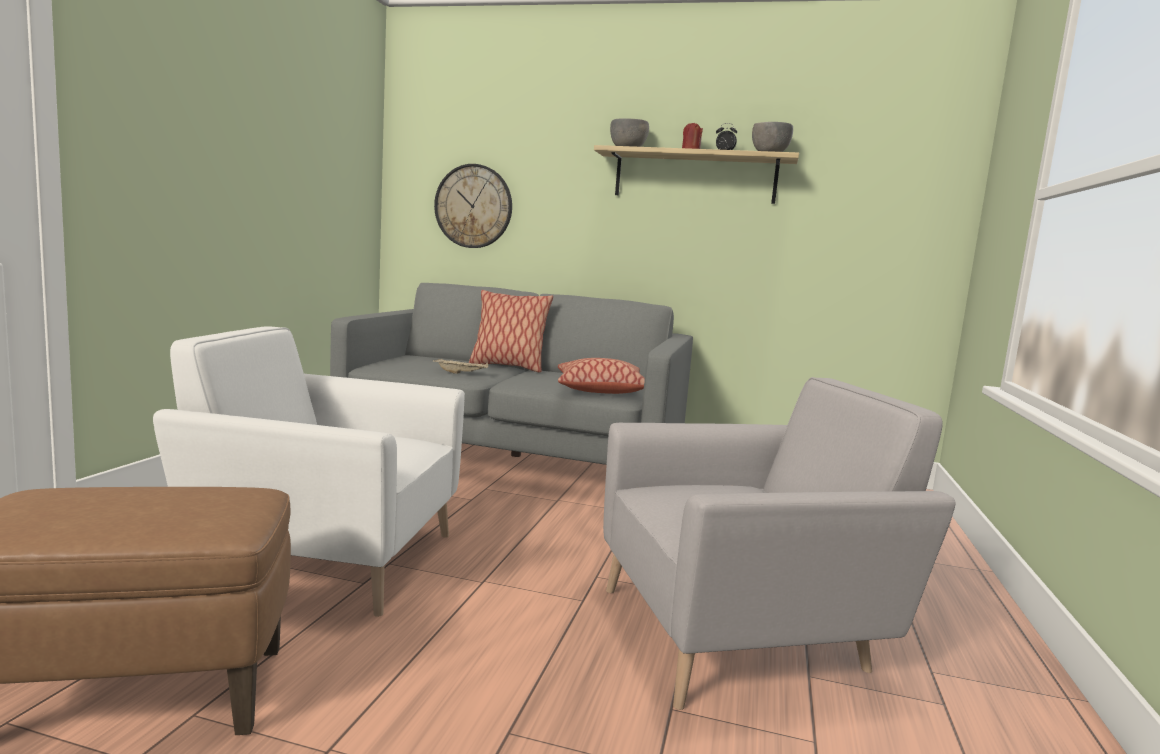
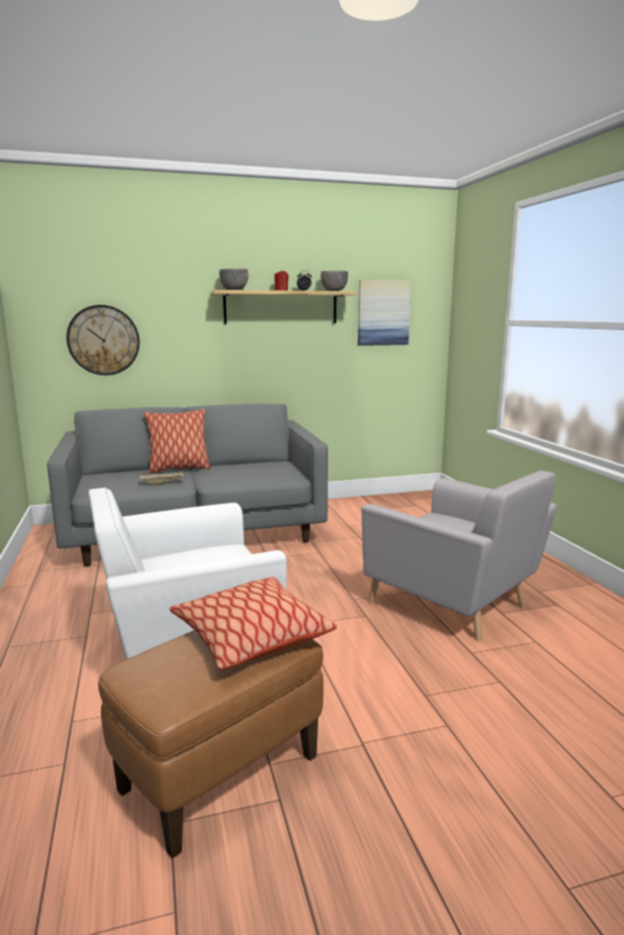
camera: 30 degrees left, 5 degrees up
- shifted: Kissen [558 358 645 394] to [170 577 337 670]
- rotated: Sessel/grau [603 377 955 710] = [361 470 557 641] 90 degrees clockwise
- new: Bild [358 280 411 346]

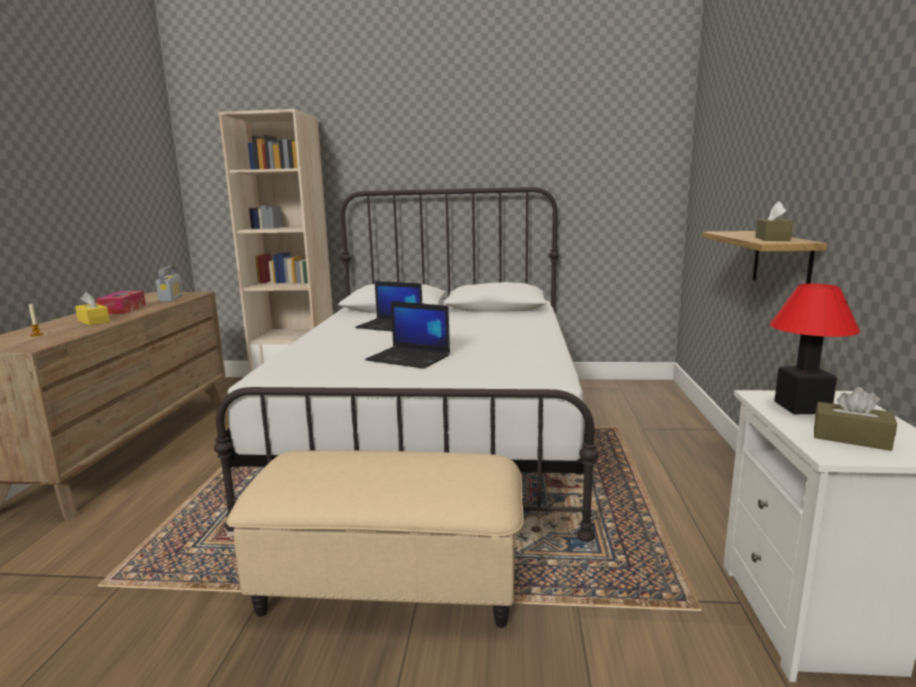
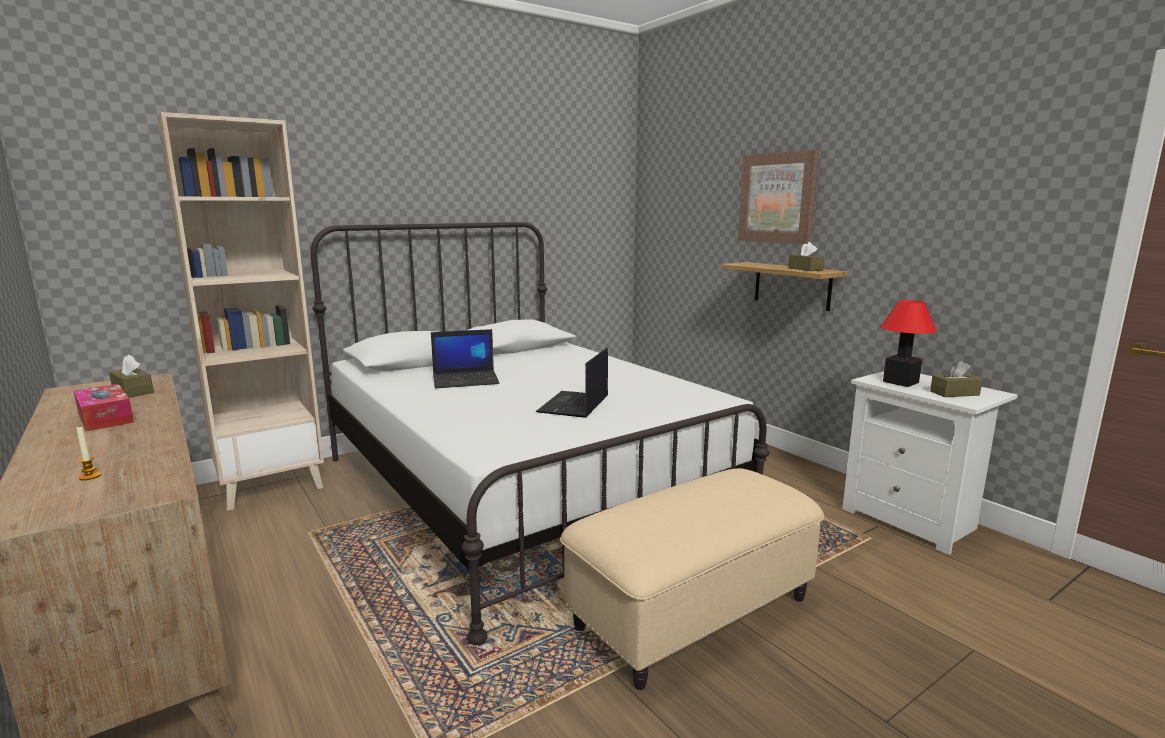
camera: 40 degrees left, 0 degrees up
- gone: Taschentuchbox/gelb [75 292 110 325]
- swapped: Radio [156 266 183 302] to Taschentuchbox/braun [109 354 154 398]
- rotated: Laptop [365 301 450 369] = [536 348 608 418] 120 degrees clockwise
- new: Bild [738 150 819 244]

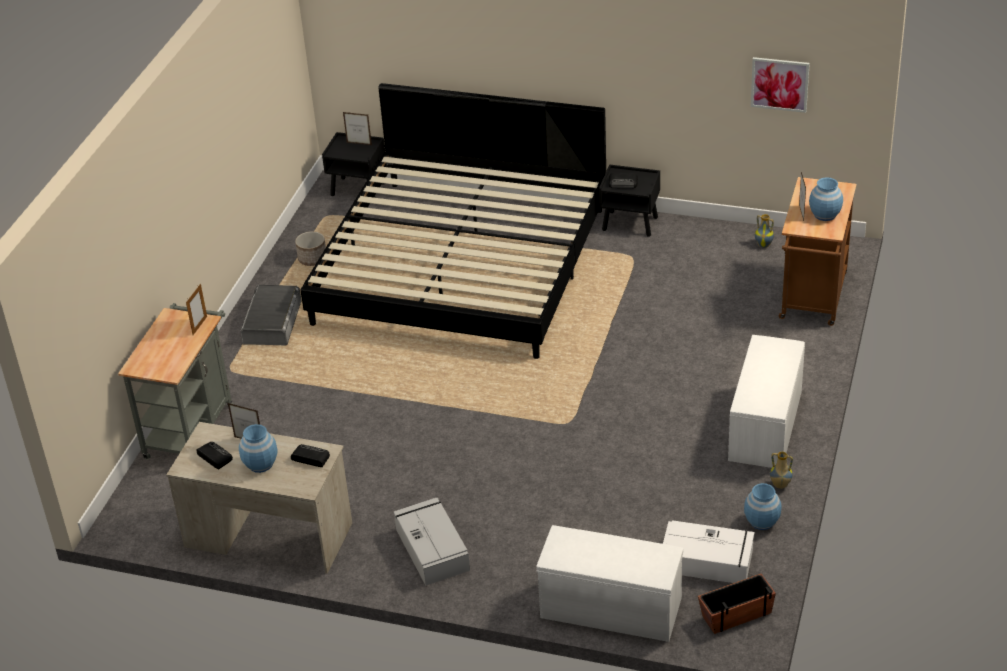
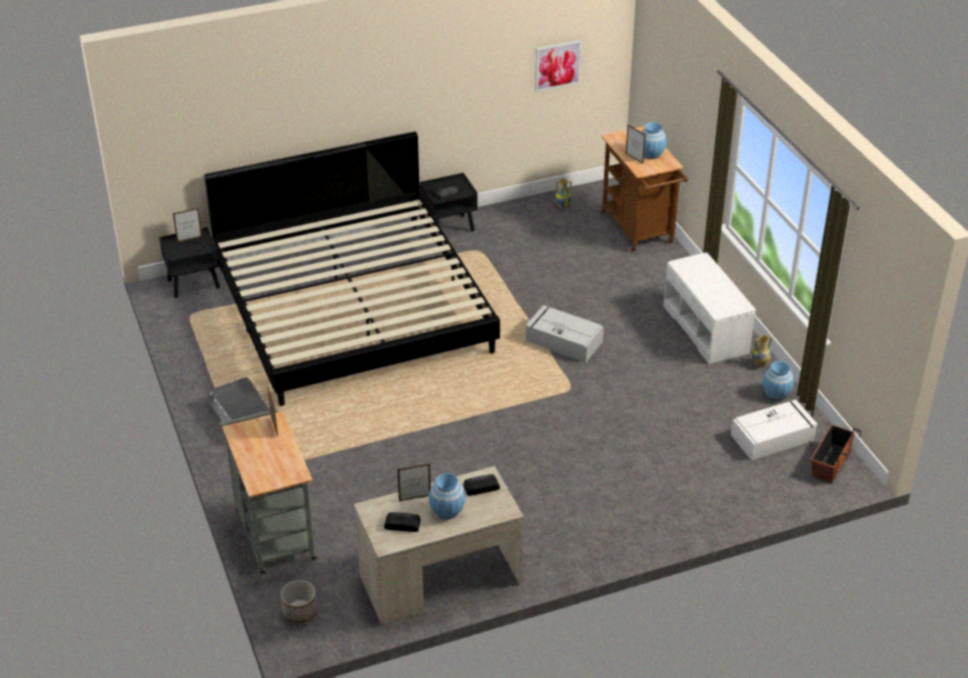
camera: 40 degrees left, 0 degrees up
- shifted: Pflanzkübel [295 231 326 266] to [281 580 317 623]
- shifted: Aufbewahrungsbox/grau [394 497 470 585] to [526 305 604 363]
- gone: Bank/weiß [536 525 683 642]

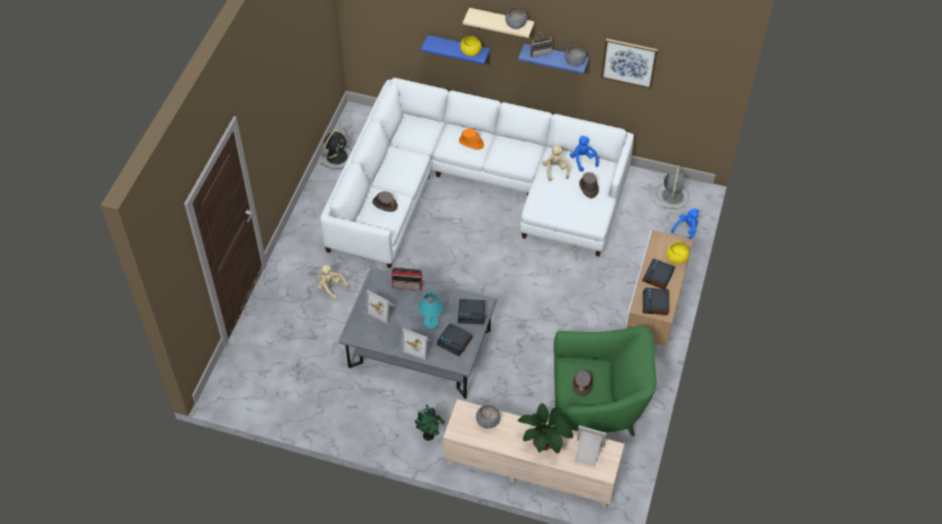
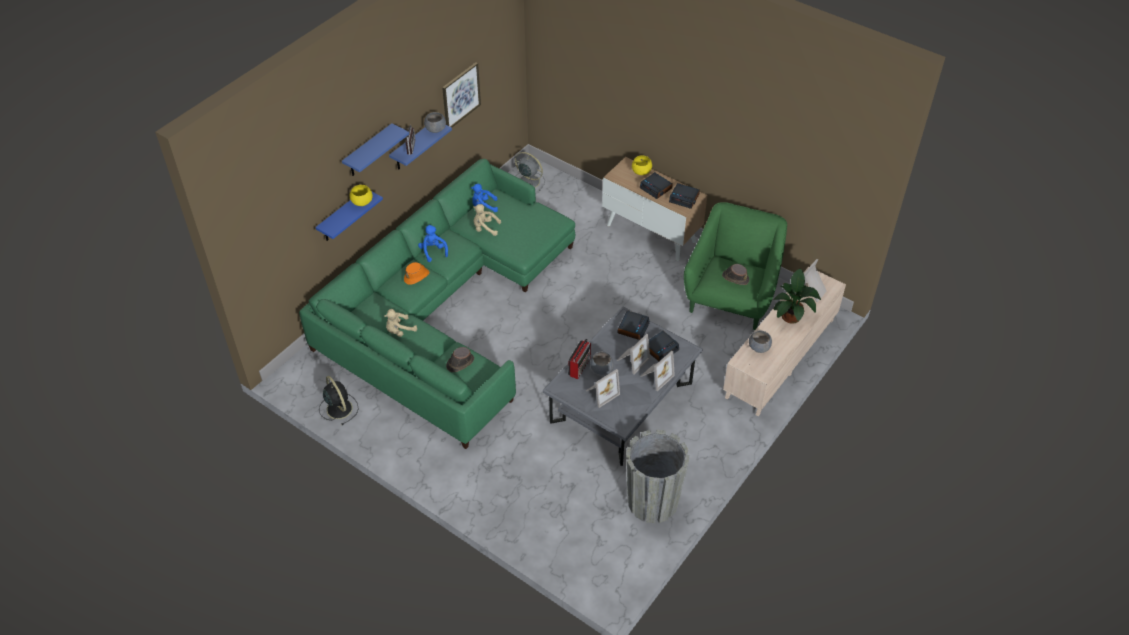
camera: 70 degrees left, 5 degrees down
- shifted: Plüschtier/beige [317 265 348 300] to [384 309 417 337]
- repainted: Sofa/weiß [320 78 634 268] to Sofa/grün [299 159 575 449]
- gone: Topfpflanze [415 405 445 441]
- swapped: Tischlampe/türkis [419 293 443 329] to Bilderrahmen [616 334 650 374]
- repainted: Wandregal/beige [463 8 534 38] to Wandregal/blau [342 123 409 176]
- shifted: Schüssel/grau [505 7 527 29] to [590 351 614 375]
- gone: Hut/braun [579 172 599 198]
- shifted: Plüschtier/blau [671 209 700 239] to [418 225 448 262]
- new: Pflanzkübel/grau [626 429 689 523]

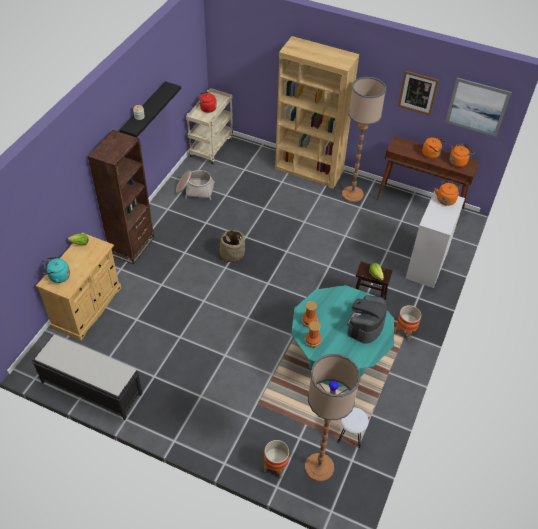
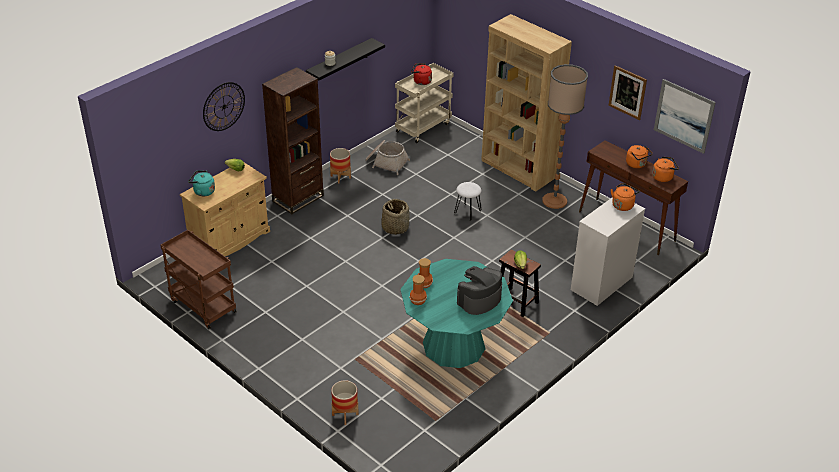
camera: 20 degrees right, 10 degrees down
- swapped: Bank/schwarz [32 335 142 420] to Rollwagen/braun [161 230 237 329]
- gone: Stehlampe [305 354 361 481]
- shifted: Hocker/weiß [338 407 369 448] to [454 182 481 221]
- shifted: Pflanzkübel [395 305 421 341] to [330 148 351 183]
- new: Wanduhr [203 82 245 131]

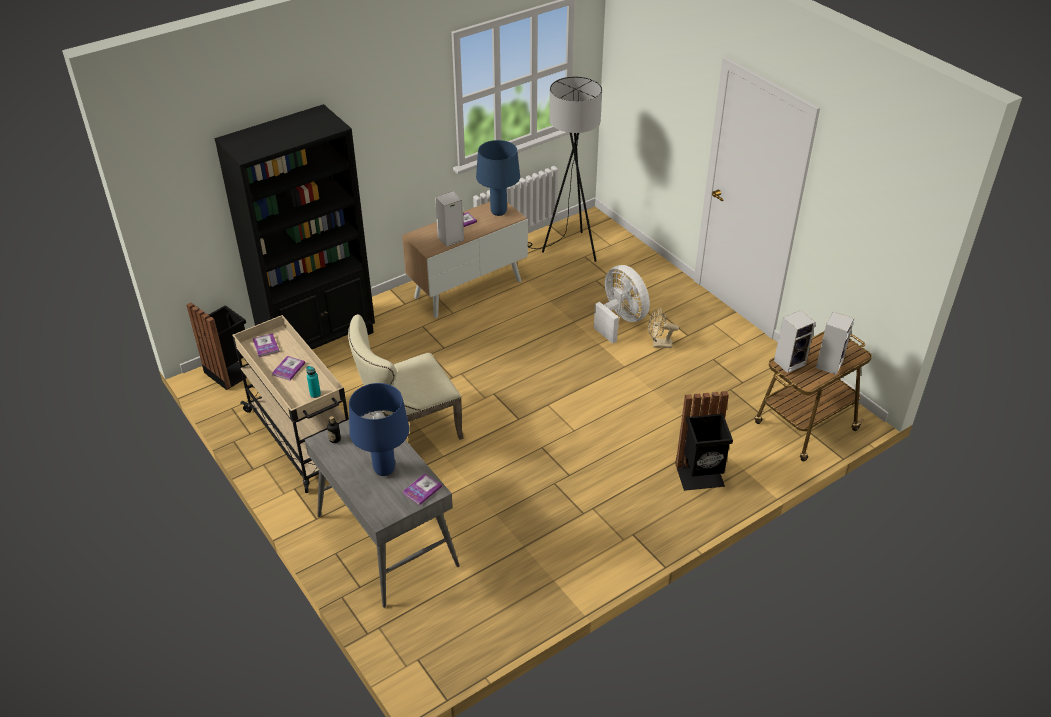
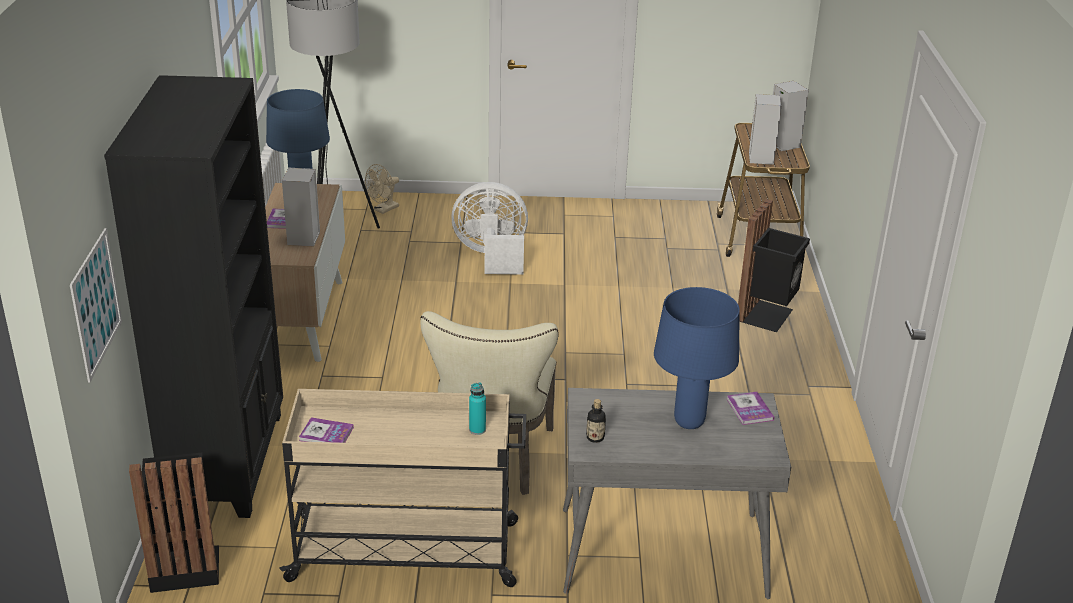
camera: 55 degrees left, 10 degrees down
- gone: Buch [272 356 305 381]
- shifted: Ventilator/beige [648 308 679 348] to [365 164 399 214]
- new: Bild [70 228 122 383]

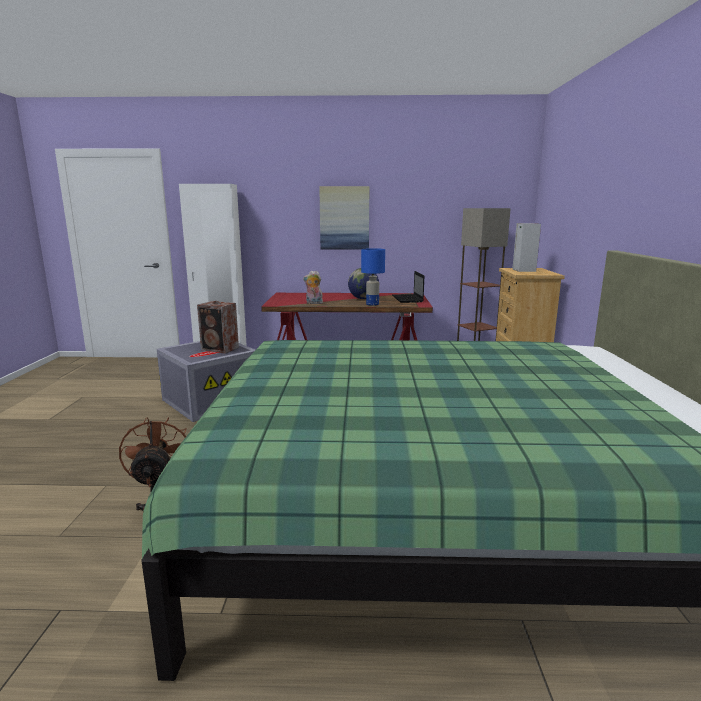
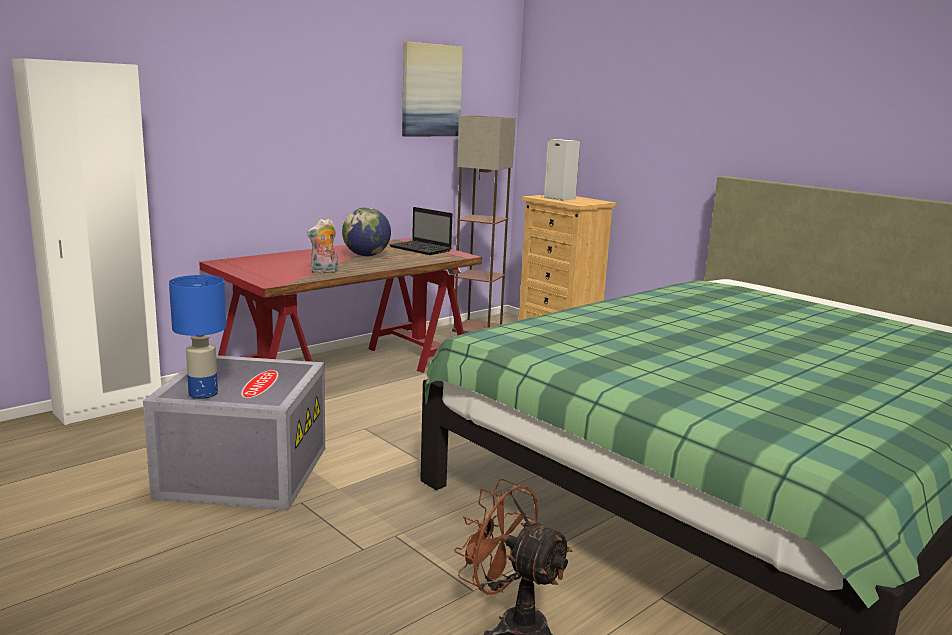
camera: 45 degrees left, 0 degrees up
- gone: Lautsprecher [197 301 239 354]
- shifted: Bild [319 186 369 250] to [402 41 463 137]
- shifted: Tischlampe/blau [361 248 385 306] to [169 275 226 399]

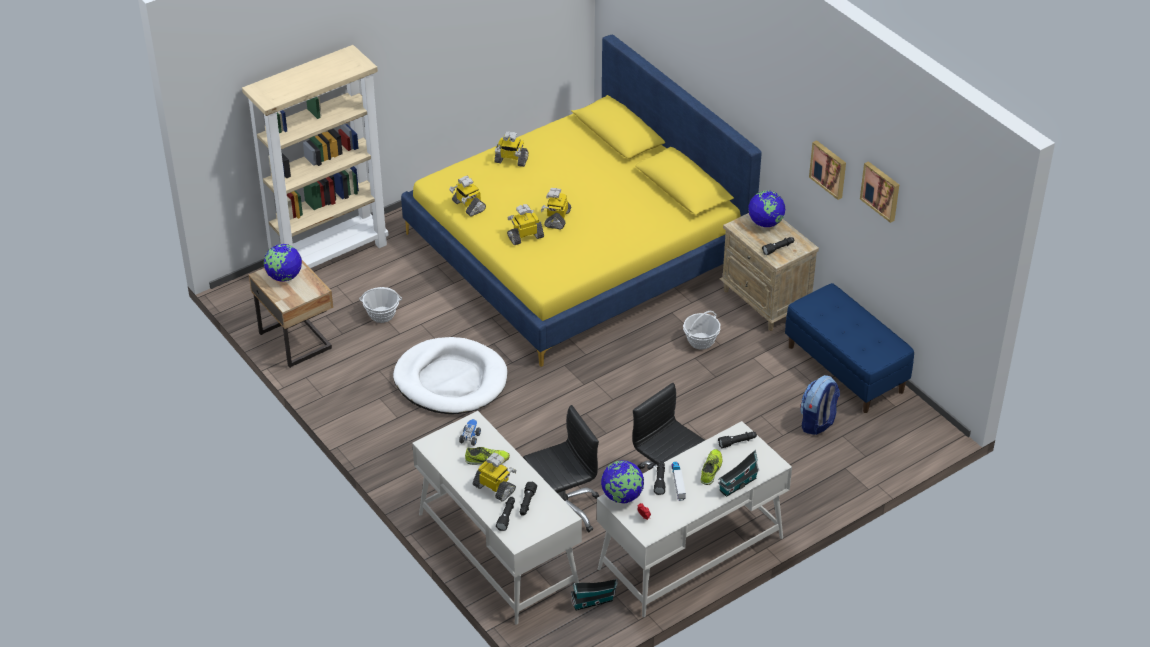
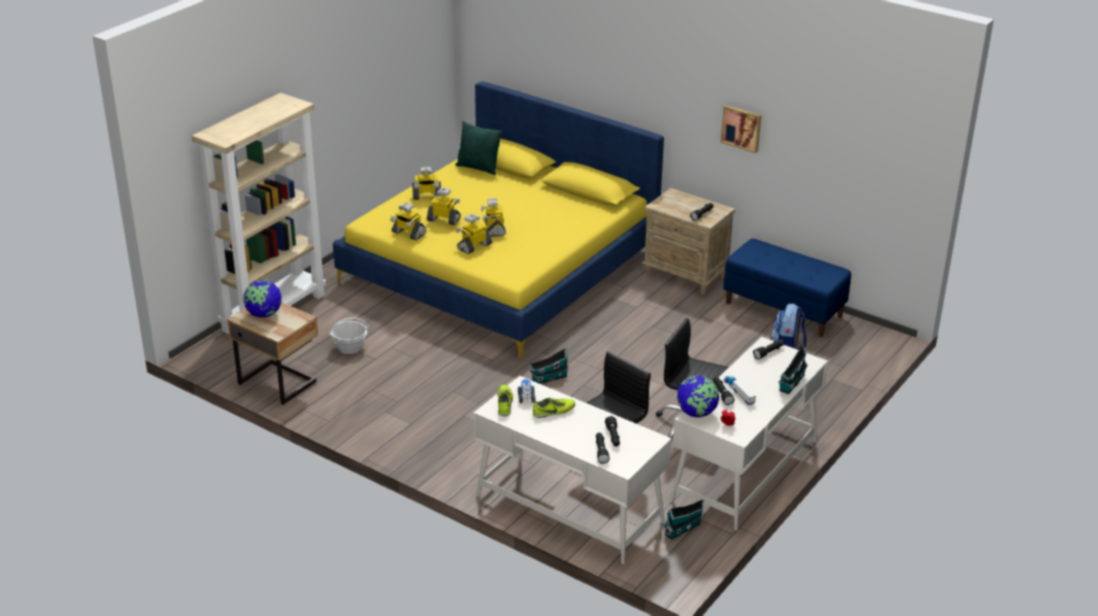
camera: 20 degrees left, 10 degrees down
- gone: Hundebett/weiß [393 337 507 414]
- shifted: Spielzeugroboter [473 453 516 502] to [427 187 461 225]
- gone: Korb [683 311 720 350]
- shifted: Schuh [700 449 722 485] to [498 385 513 416]
- gone: Globus [748 191 785 227]
- gone: Bild [860 161 899 223]
- new: Kissen/grün [455 121 502 175]
- new: Spielzeughaus [529 348 569 384]

